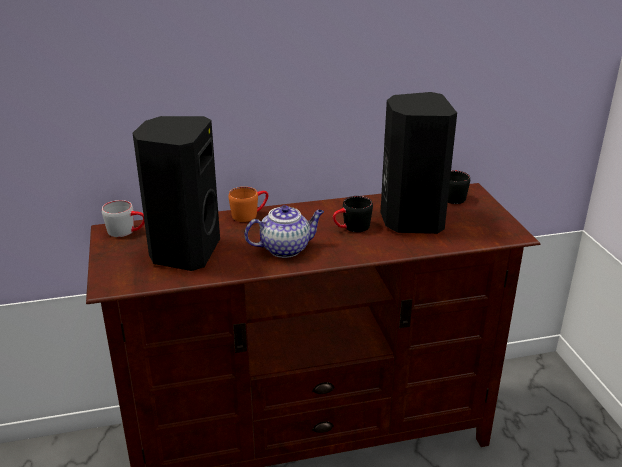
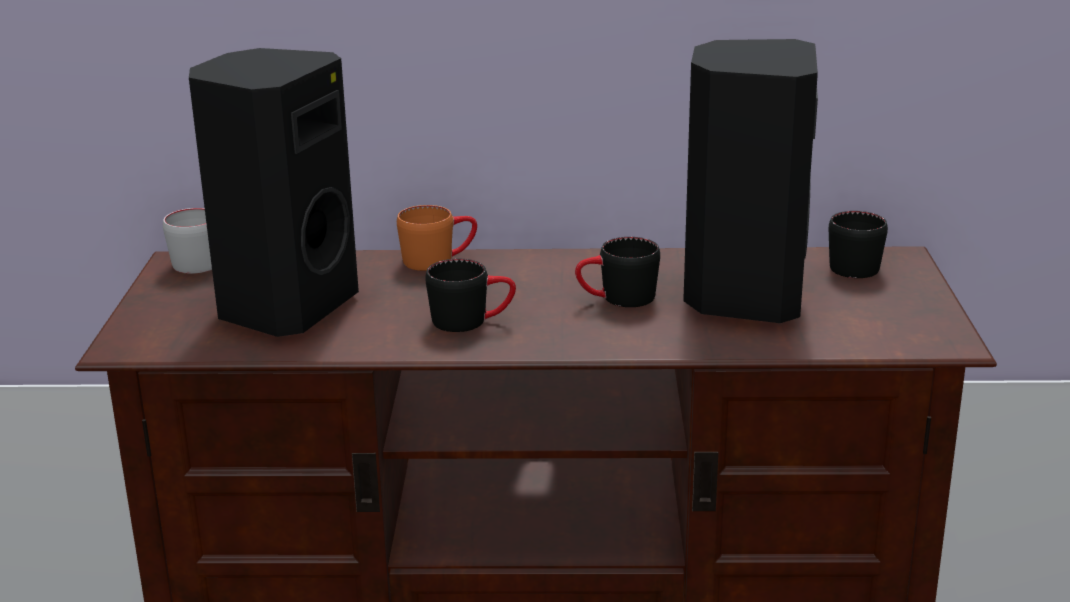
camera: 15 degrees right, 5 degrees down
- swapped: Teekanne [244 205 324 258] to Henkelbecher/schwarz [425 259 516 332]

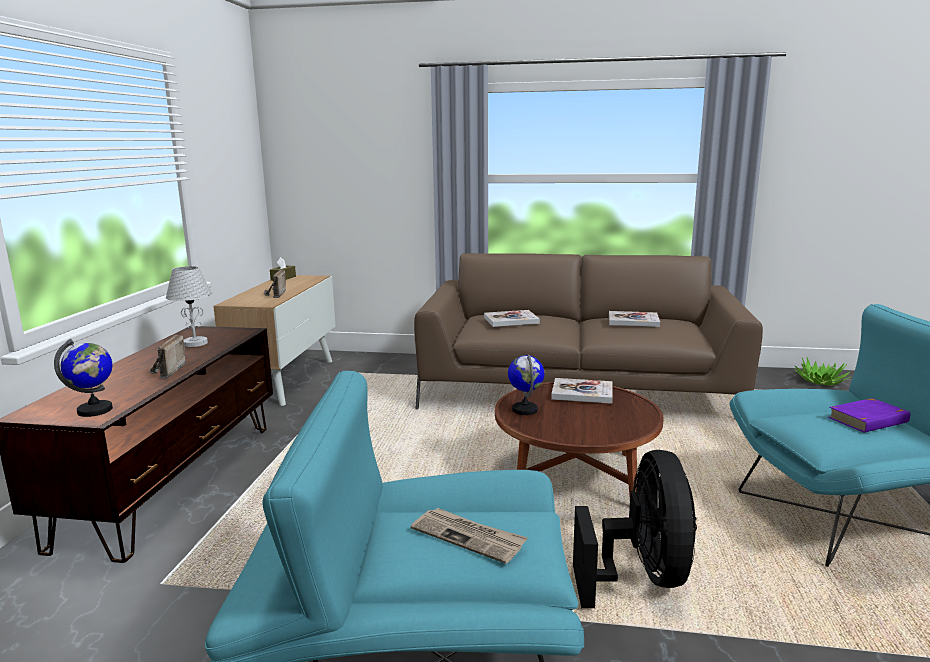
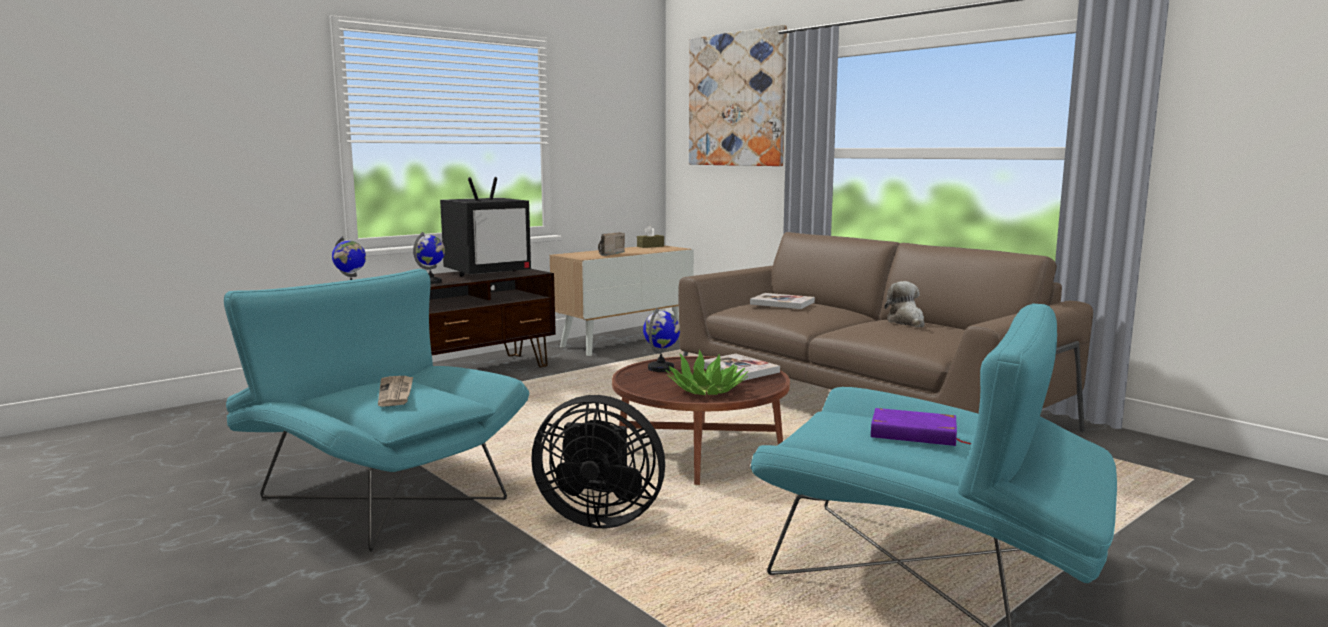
camera: 40 degrees right, 5 degrees down
- swapped: Radio [150 335 186 379] to Globus [413 232 445 284]
- swapped: Tischlampe/weiß [166 266 212 347] to Fernseher [440 177 531 276]
- rotated: Ventilator/schwarz [573 450 697 608] = [531 395 665 528] 60 degrees clockwise
- swapped: Buch [609 311 660 327] to Plüschtier [884 281 924 328]
- shifted: Topfpflanze [794 357 850 385] to [666 350 748 395]
- new: Bild [689 25 787 166]

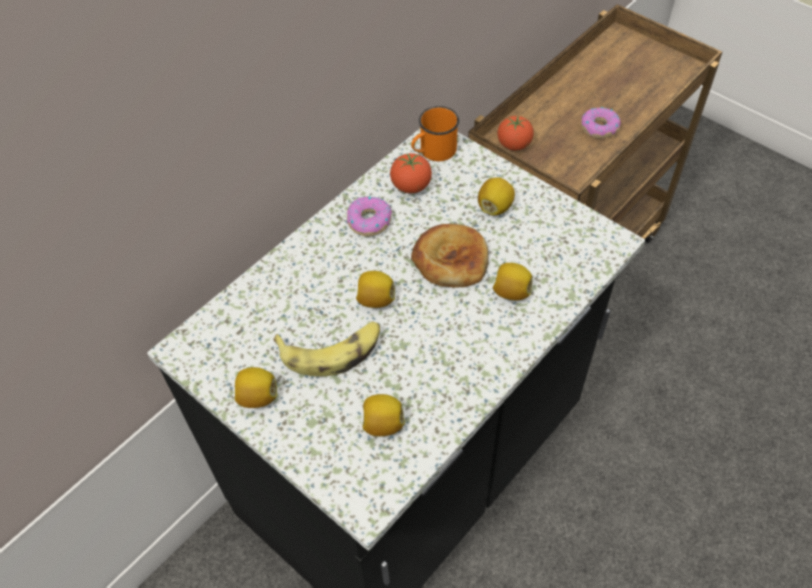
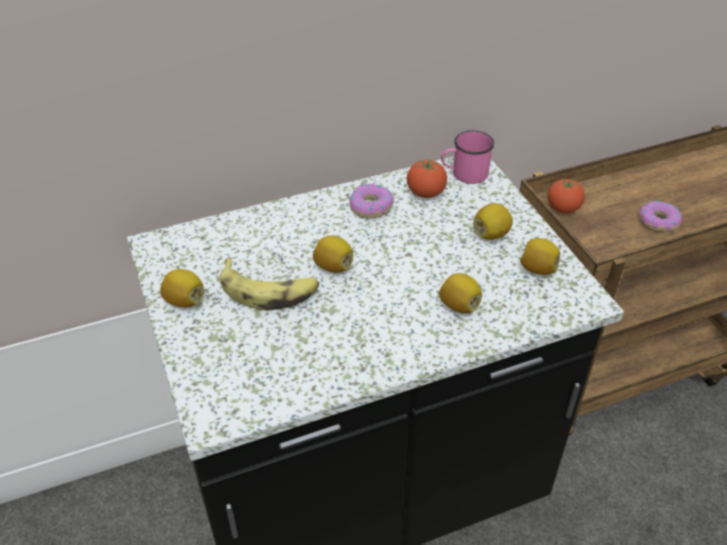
camera: 25 degrees right, 10 degrees down
- shifted: Zitrone [362 394 405 436] to [520 238 560 275]
- repainted: Henkelbecher/orange [411 106 459 161] to Henkelbecher/rosa [441 131 494 184]
- gone: Brot [411 224 488 288]

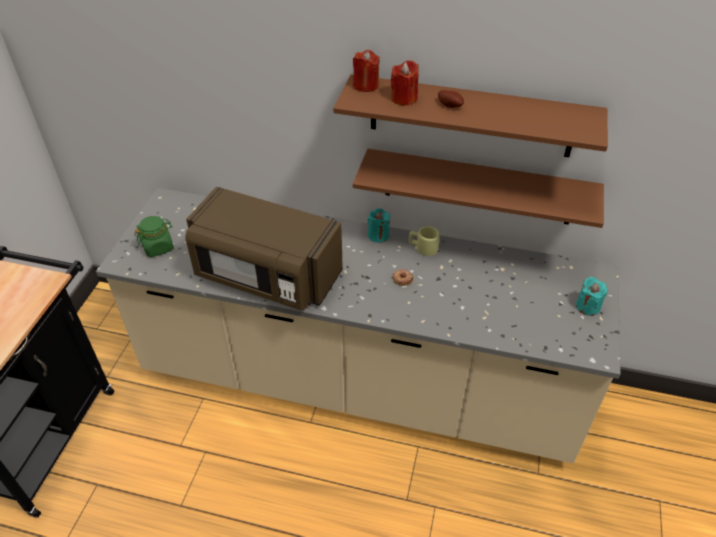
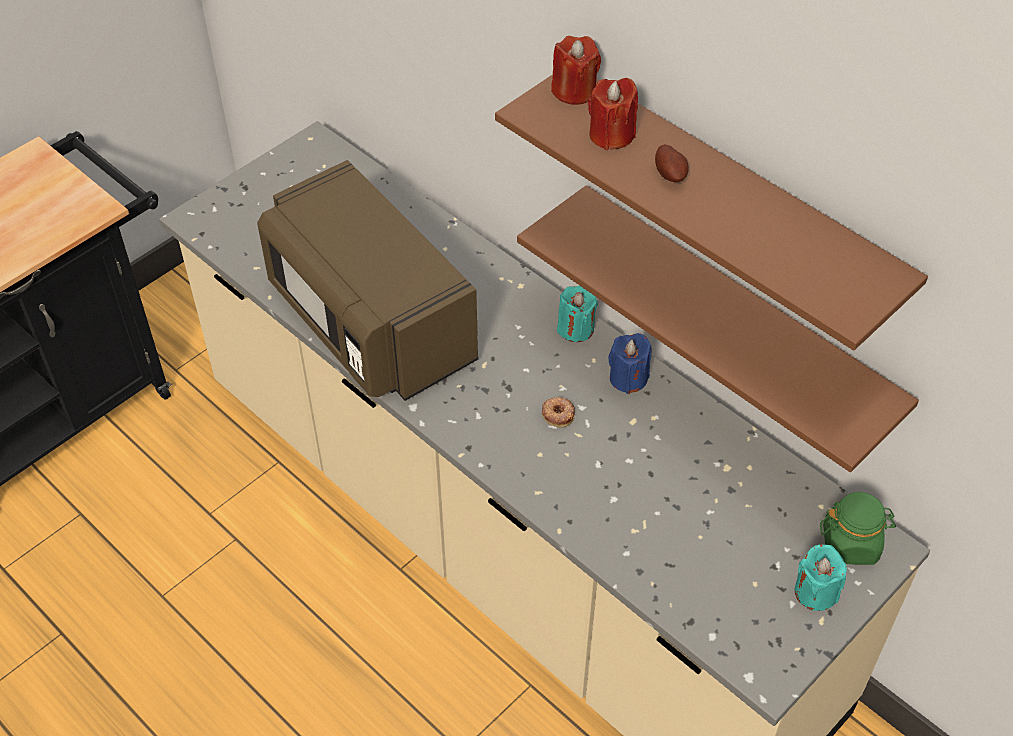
camera: 30 degrees right, 5 degrees up
- shifted: Vorratsglas/grün [135 216 174 257] to [820 492 896 565]
- swapped: Henkelbecher/beige [409 226 440 256] to Kerze/blau [608 333 652 394]

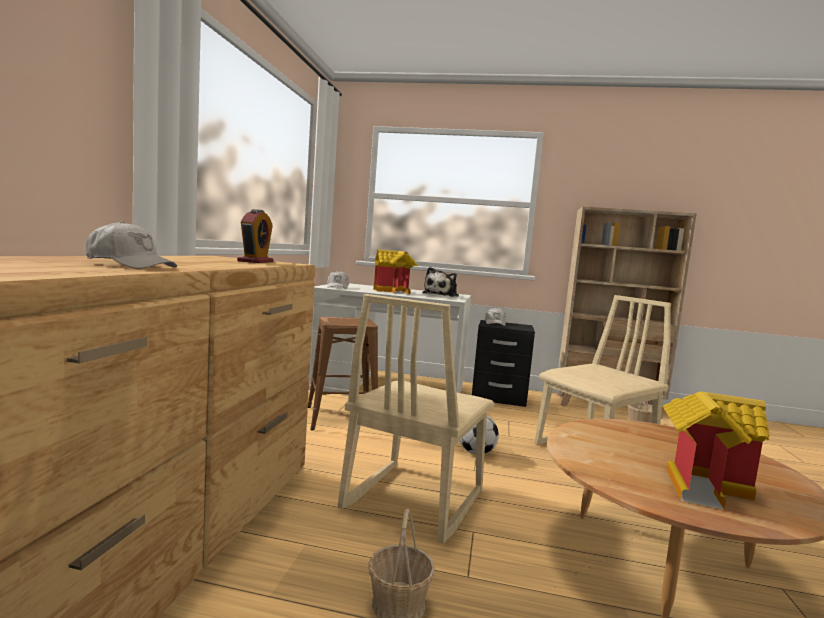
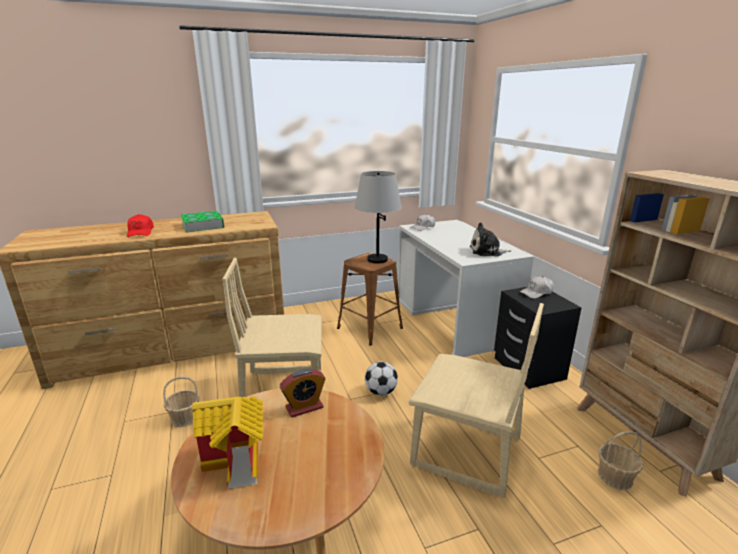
camera: 60 degrees right, 15 degrees up
- repainted: Kappe/weiß [86 221 177 269] to Kappe/rot [127 214 154 237]
- shifted: Wecker [237 209 274 263] to [280 369 325 418]
- gone: Spielzeughaus [373 249 418 294]
- new: Buch [181 211 224 232]
- new: Tischlampe/grau [354 171 402 263]

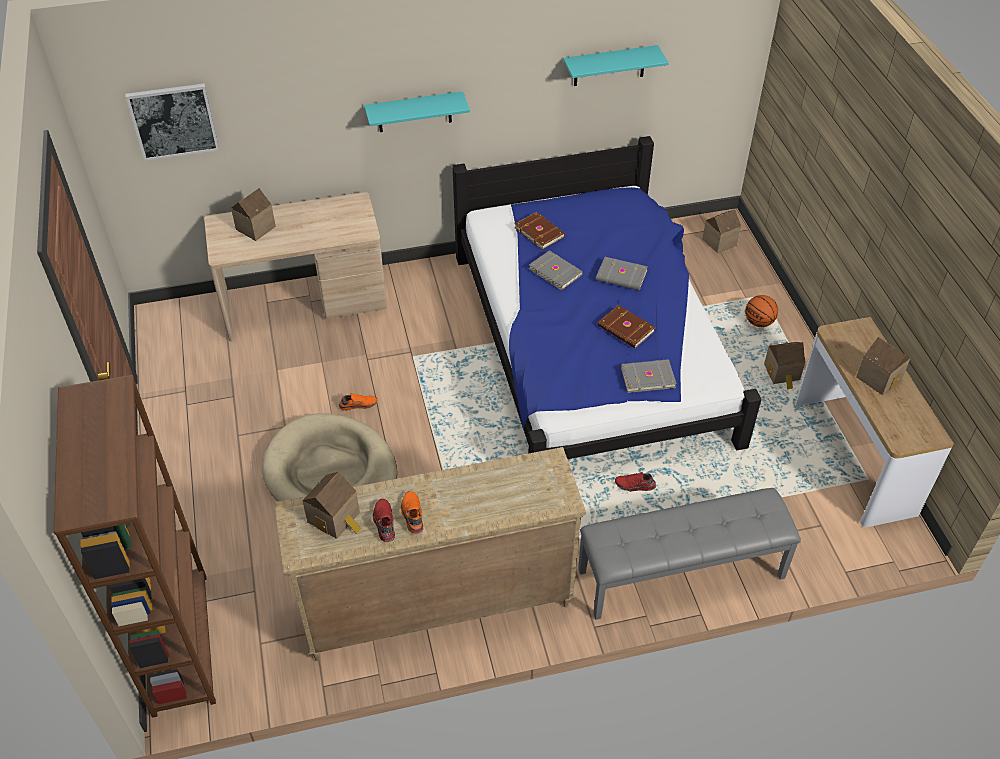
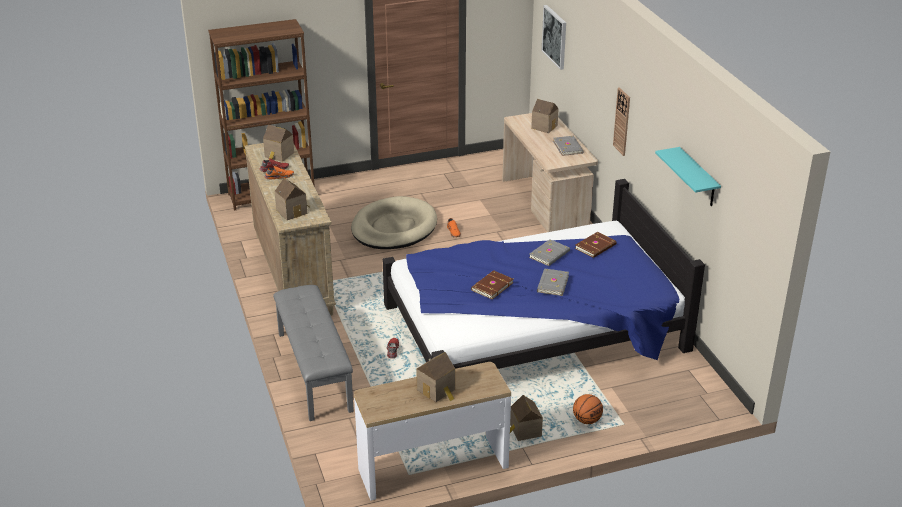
camera: 85 degrees right, 15 degrees down
- swapped: Wandregal/türkis [364 91 470 132] to Wanduhr [613 87 630 156]
- shifted: Buch/grau [621 359 677 393] to [553 136 584 156]
- shifted: Spielzeughaus [702 210 741 253] to [275 178 310 220]

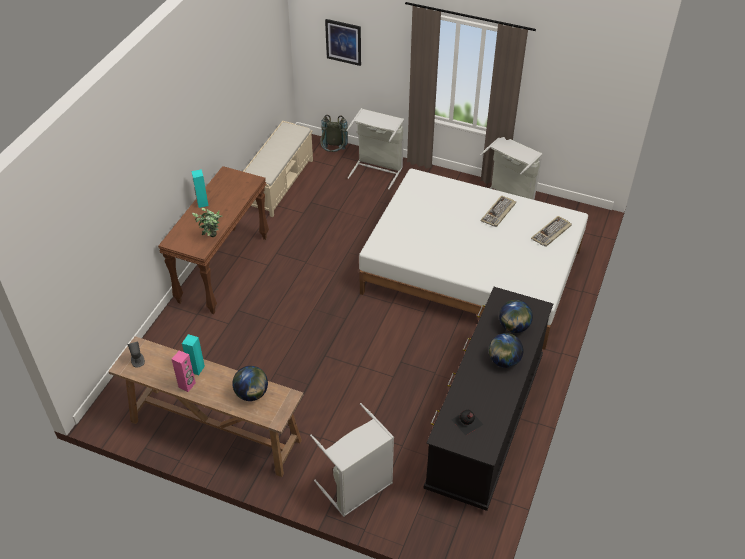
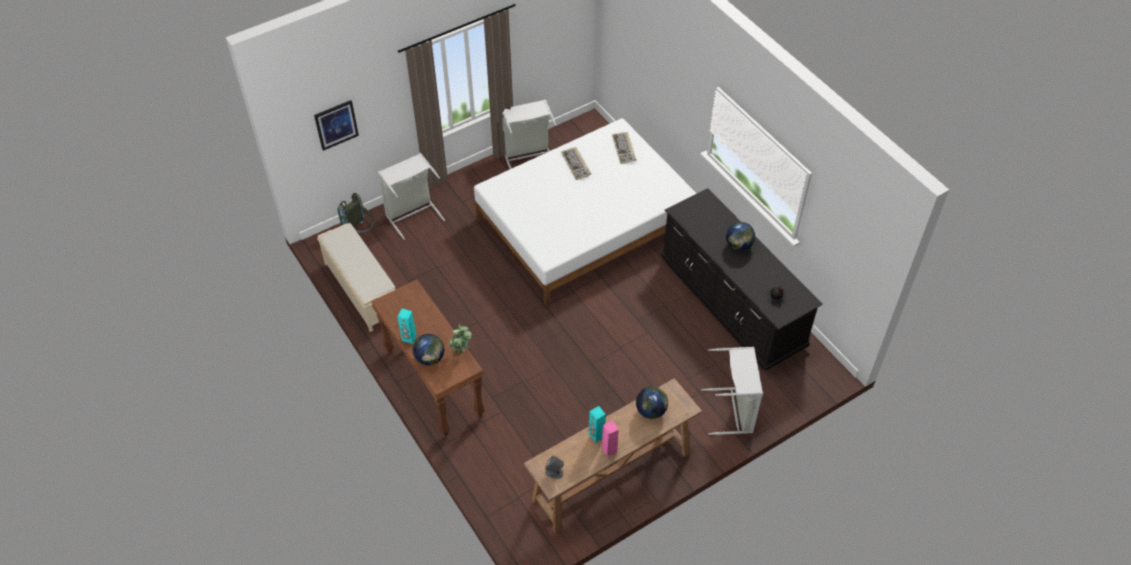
camera: 55 degrees left, 5 degrees up
- shifted: Globus [499 300 533 333] to [413 334 444 365]

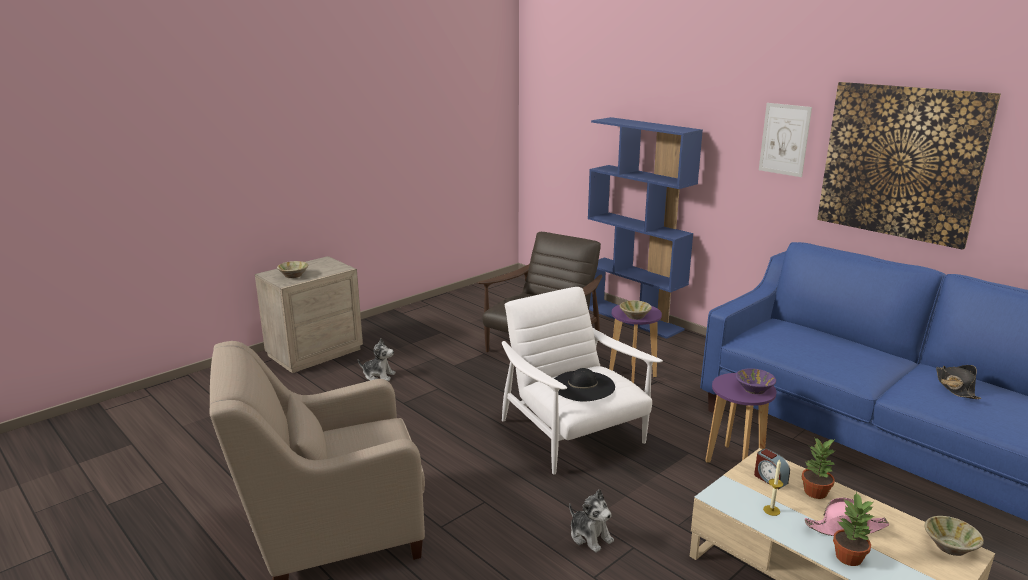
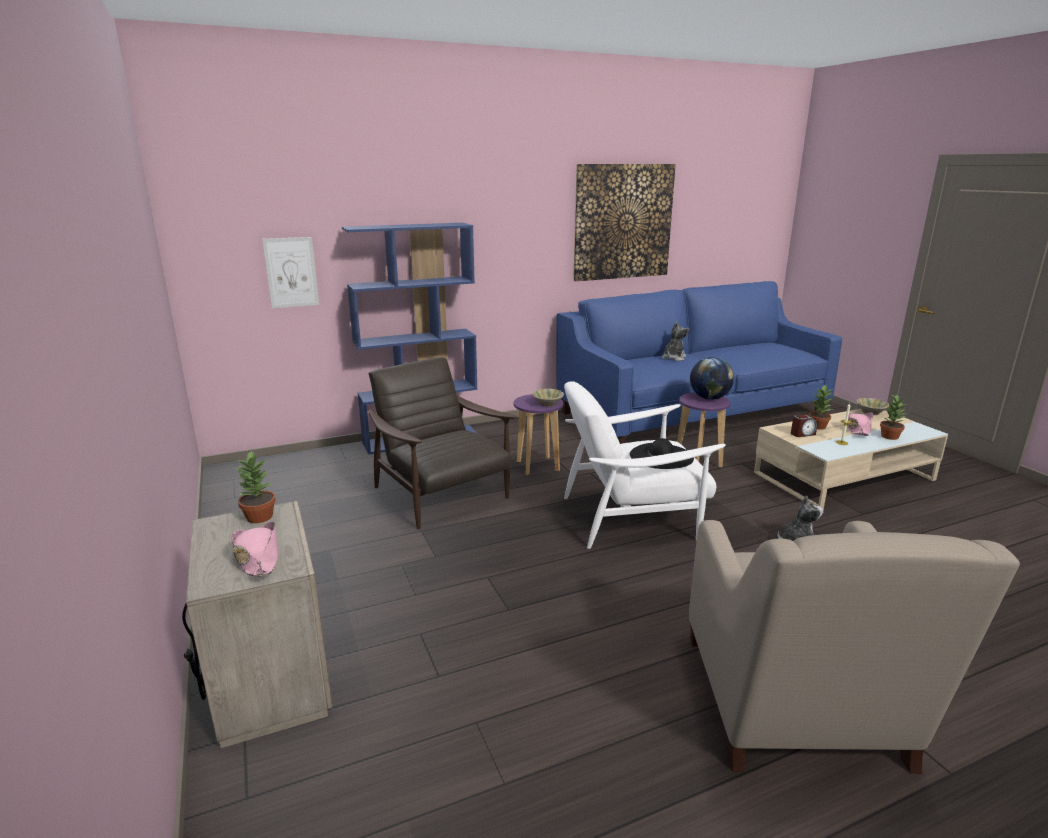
camera: 70 degrees left, 0 degrees up
- swapped: Schüssel/beige [277 261 308 278] to Hut/rosa [231 522 279 576]
- shifted: Plüschtier [358 338 395 381] to [662 322 689 361]
- swapped: Schüssel/lila [735 368 776 394] to Globus [690 357 734 400]
- shifted: Bild [759 103 812 177] to [262 237 319 308]
- gone: Hut/schwarz [936 365 981 399]
- new: Topfpflanze [236 450 276 523]

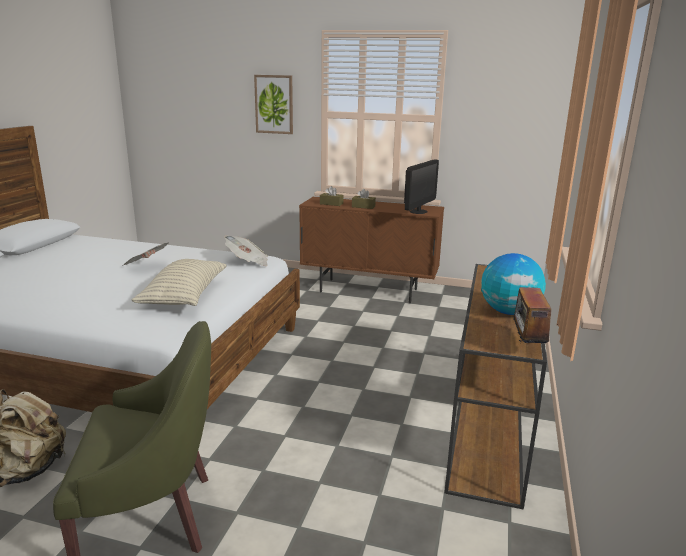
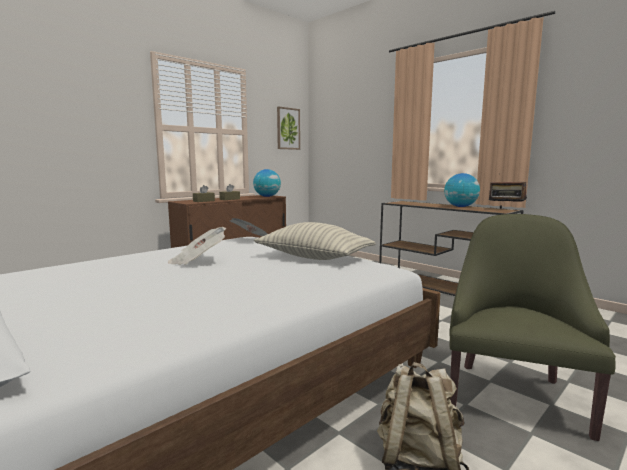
camera: 60 degrees left, 10 degrees down
- shifted: Bild [254 75 293 134] to [277 107 300 150]
- swapped: Monitor [404 159 439 214] to Globus [253 169 281 197]

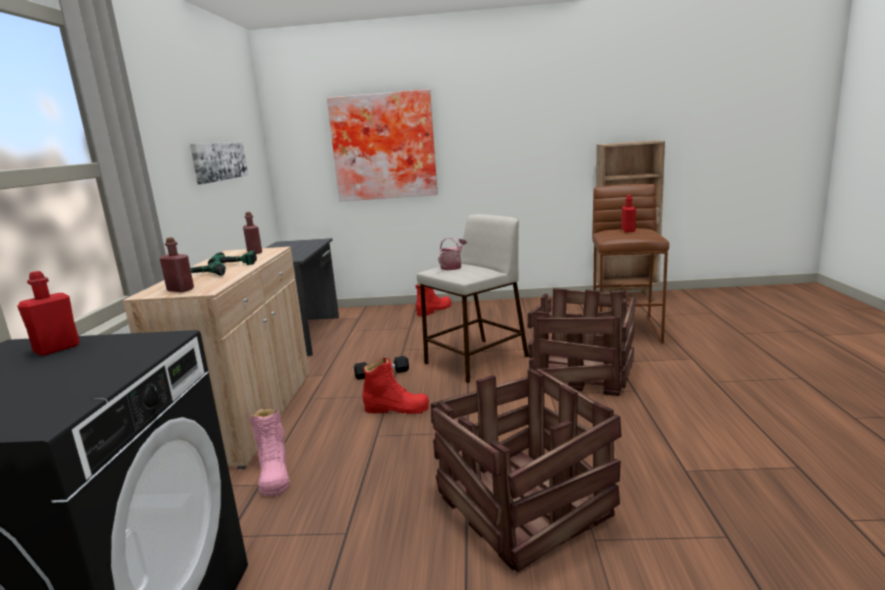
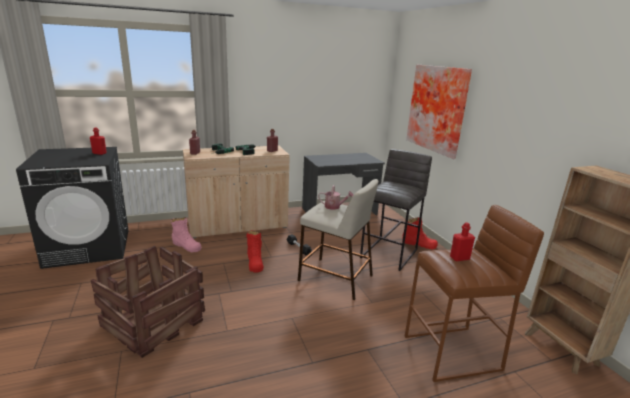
camera: 65 degrees right, 5 degrees up
- gone: Bild [190 142 248 185]
- rotated: Stiefel/rosa [250 409 290 496] = [171 217 202 253] 105 degrees counterclockwise
- gone: Kiste [528 288 635 396]
- new: Hocker/grau [360 149 432 271]

